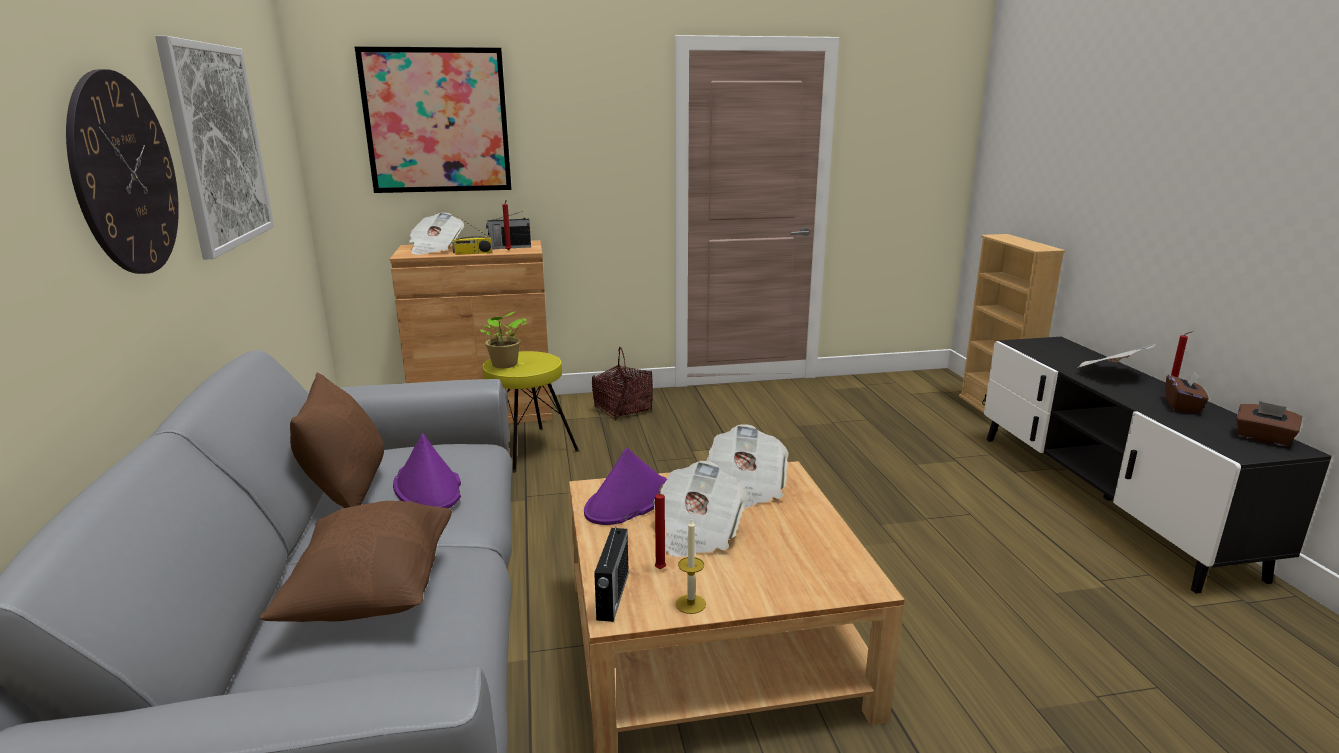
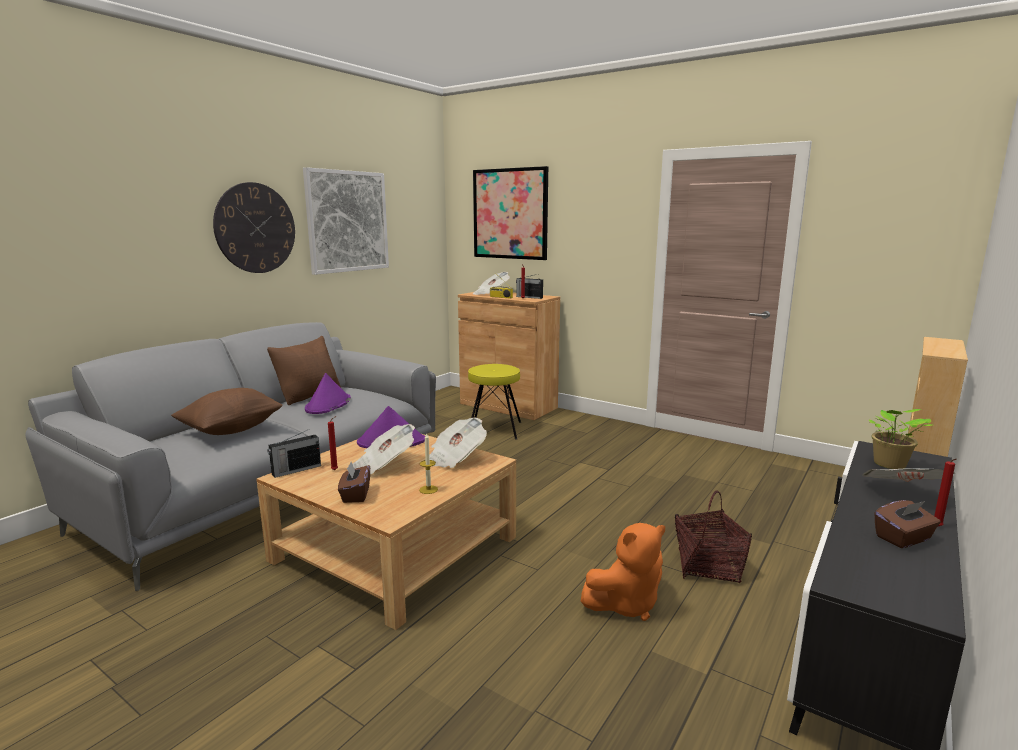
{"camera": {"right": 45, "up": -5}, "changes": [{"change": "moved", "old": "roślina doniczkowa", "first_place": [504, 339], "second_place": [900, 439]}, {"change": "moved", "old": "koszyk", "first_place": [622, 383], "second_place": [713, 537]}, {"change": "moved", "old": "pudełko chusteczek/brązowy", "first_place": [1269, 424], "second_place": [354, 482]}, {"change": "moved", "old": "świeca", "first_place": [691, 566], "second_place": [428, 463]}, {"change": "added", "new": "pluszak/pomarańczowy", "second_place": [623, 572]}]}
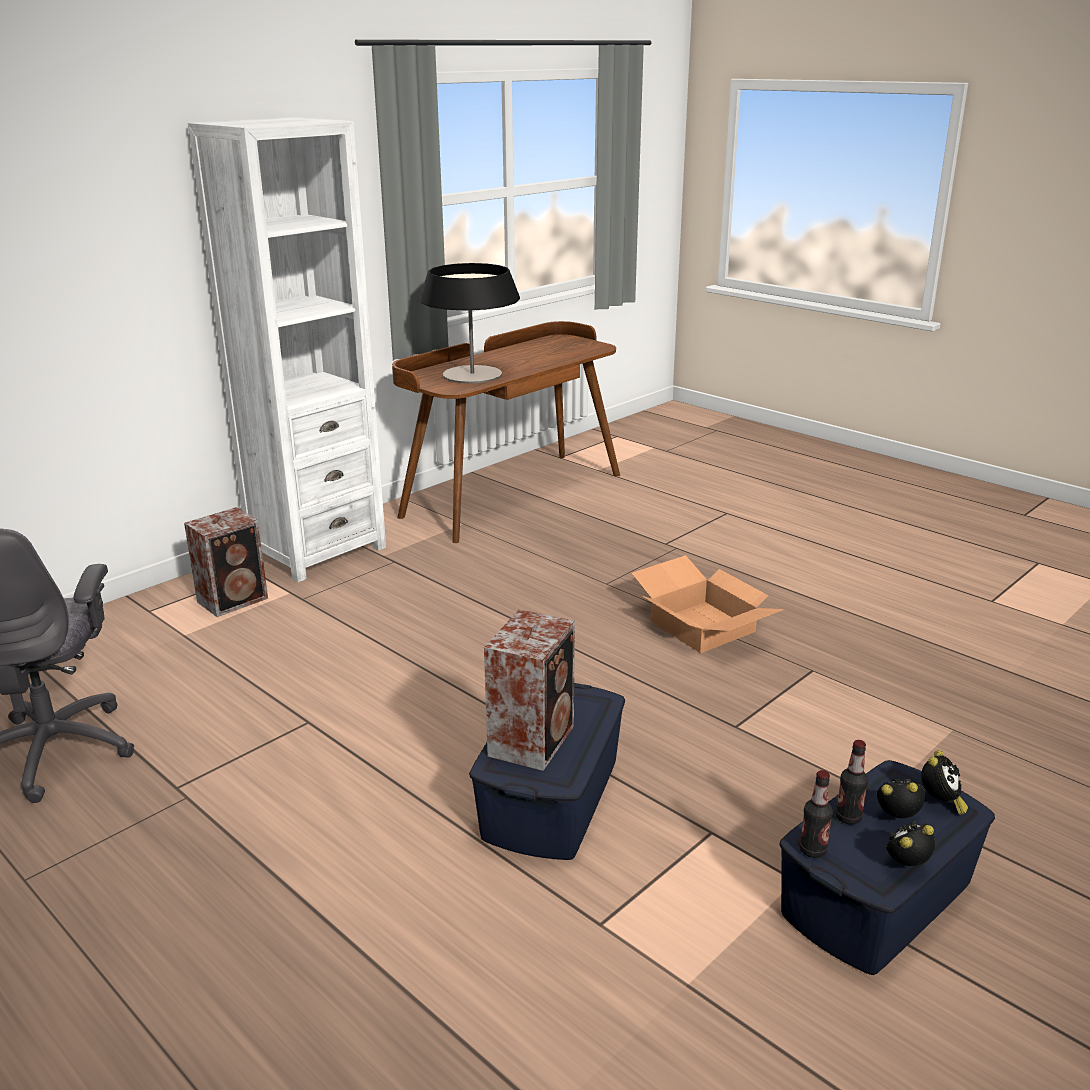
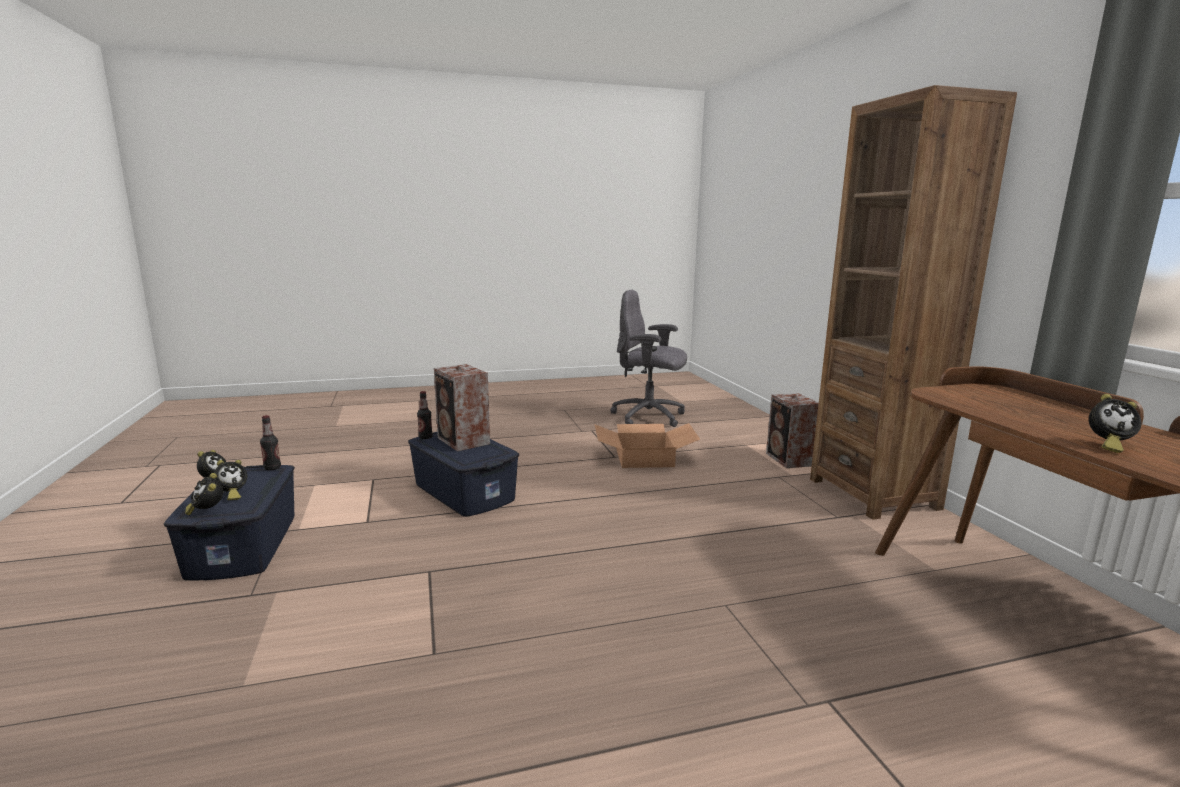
{"camera": {"right": 120, "up": -10}, "changes": [{"change": "recoloured", "old": "regał/biały", "new": "regał/brązowy", "first_place": [287, 349], "second_place": [913, 302]}, {"change": "removed", "old": "lampa stołowa", "first_place": [470, 323]}, {"change": "moved", "old": "karton", "first_place": [708, 604], "second_place": [647, 445]}, {"change": "moved", "old": "butelka", "first_place": [851, 782], "second_place": [425, 415]}, {"change": "added", "new": "budzik", "second_place": [1115, 423]}]}
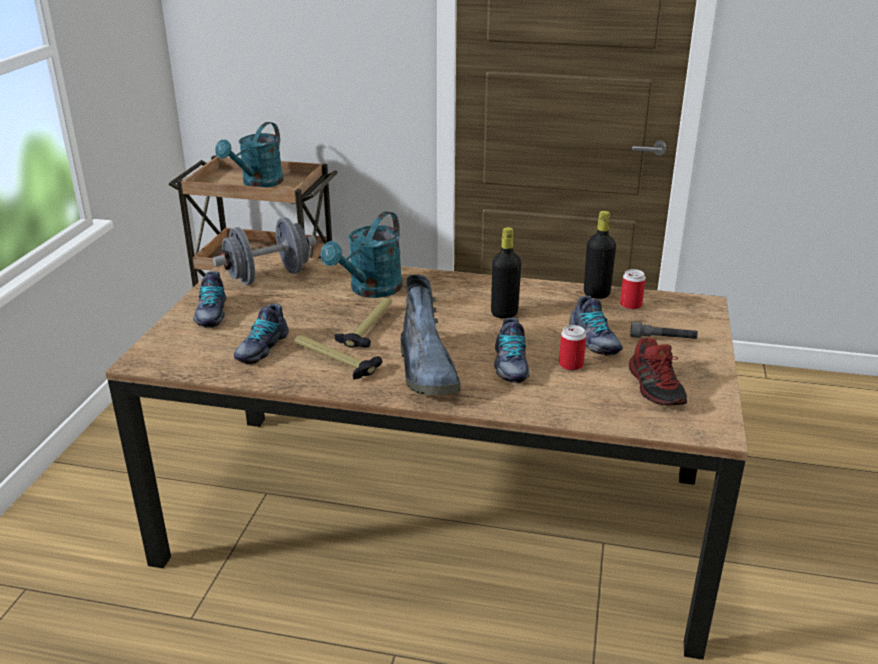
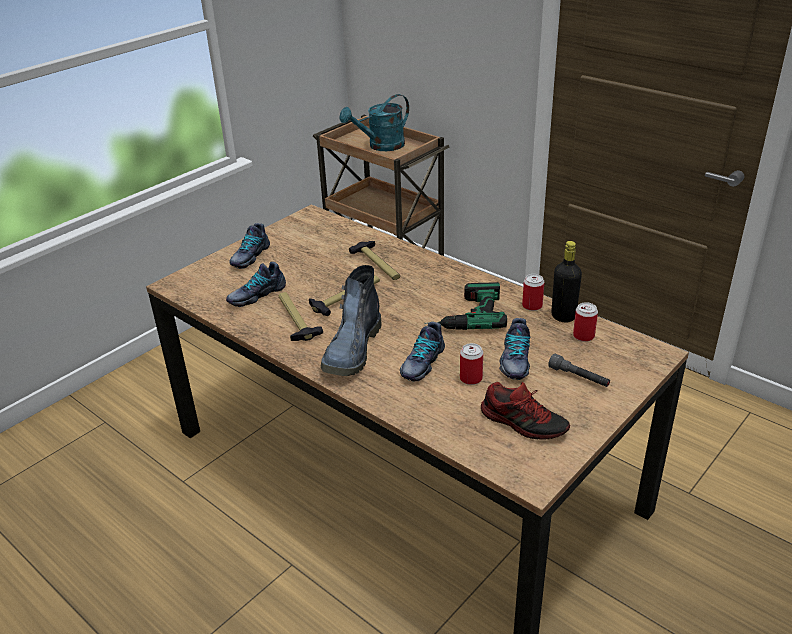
{"camera": {"right": 30, "up": 5}, "changes": [{"change": "replaced", "old": "konewka/turkusowy", "new": "młotek", "first_place": [361, 254], "second_place": [374, 260]}, {"change": "removed", "old": "hantel/szary", "first_place": [264, 251]}, {"change": "replaced", "old": "butelka/czarny", "new": "wiertarka", "first_place": [506, 273], "second_place": [465, 306]}, {"change": "turned", "old": "but", "first_place": [658, 371], "second_place": [525, 411], "degrees": -75}, {"change": "added", "new": "puszka", "second_place": [533, 292]}]}
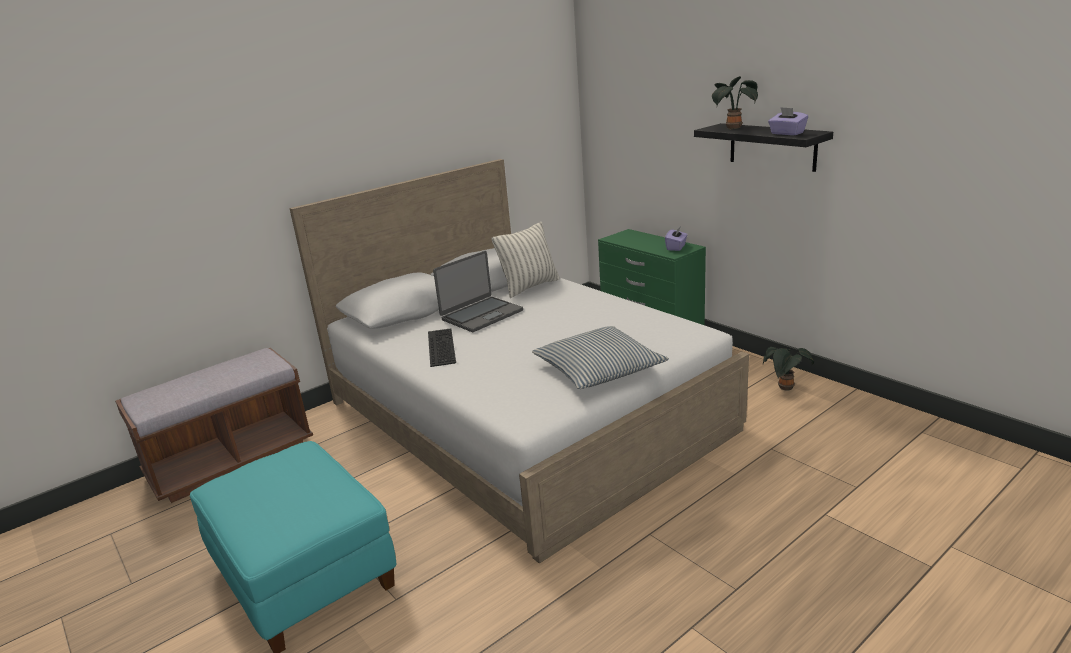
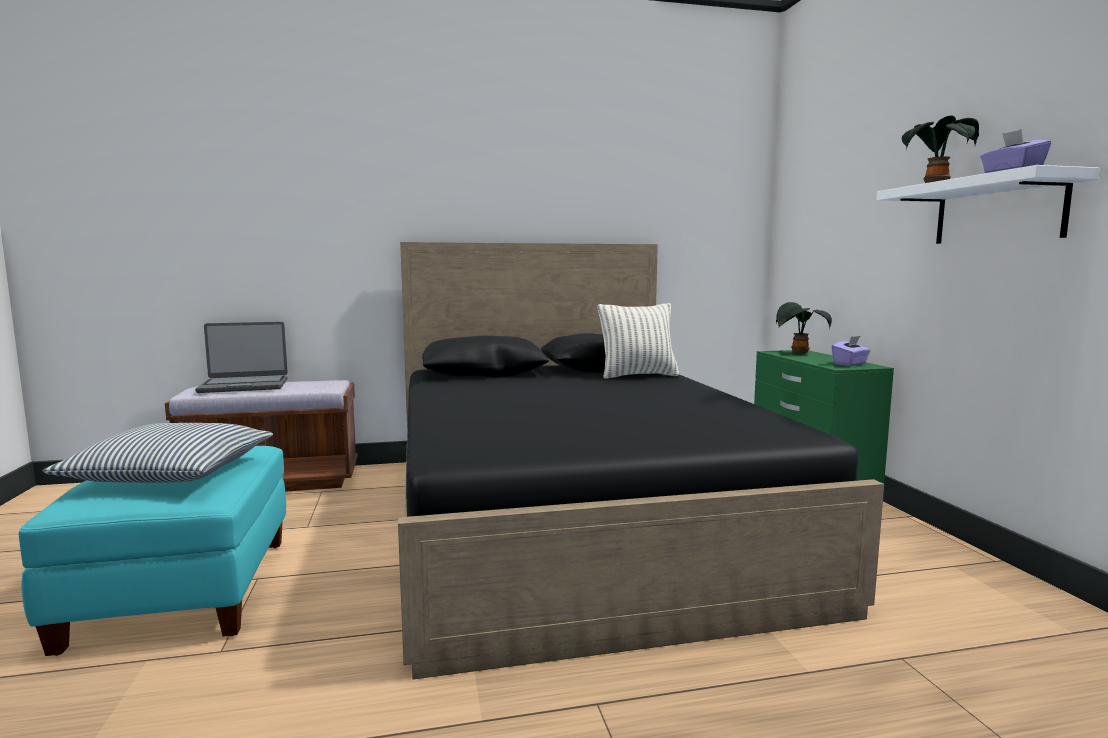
{"camera": {"right": 25, "up": -15}, "changes": [{"change": "recoloured", "old": "półka/czarny", "new": "półka/biały", "first_place": [763, 147], "second_place": [988, 204]}, {"change": "recoloured", "old": "łóżko/biały", "new": "łóżko/czarny", "first_place": [519, 361], "second_place": [641, 460]}, {"change": "moved", "old": "laptop", "first_place": [478, 291], "second_place": [241, 357]}, {"change": "moved", "old": "poduszka", "first_place": [600, 357], "second_place": [158, 453]}, {"change": "removed", "old": "klawiatura", "first_place": [442, 347]}, {"change": "moved", "old": "roślina doniczkowa", "first_place": [788, 369], "second_place": [804, 328]}]}
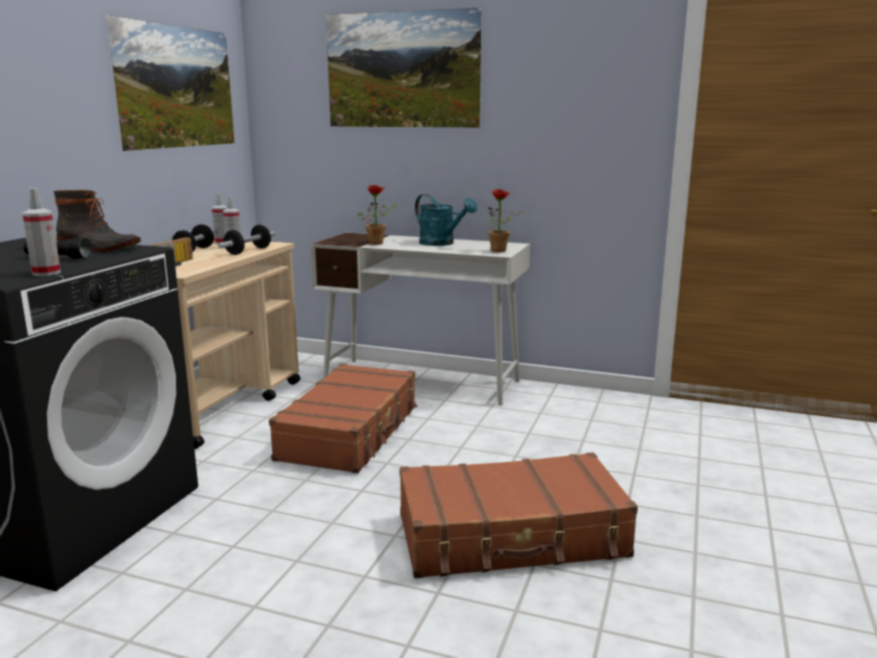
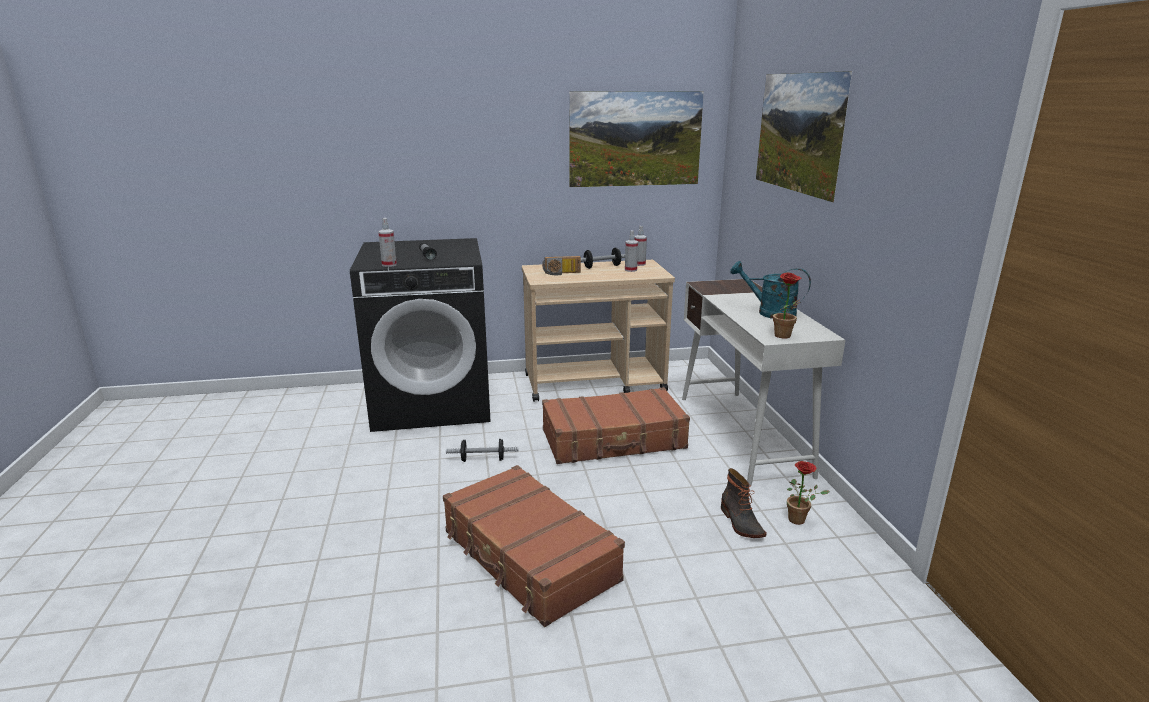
{"camera": {"right": 60, "up": 5}, "changes": [{"change": "moved", "old": "roślina doniczkowa", "first_place": [377, 215], "second_place": [808, 493]}, {"change": "moved", "old": "but z cholewką", "first_place": [97, 221], "second_place": [744, 503]}, {"change": "turned", "old": "konewka/turkusowy", "first_place": [446, 220], "second_place": [770, 290], "degrees": 105}, {"change": "moved", "old": "hantel", "first_place": [246, 240], "second_place": [482, 450]}]}
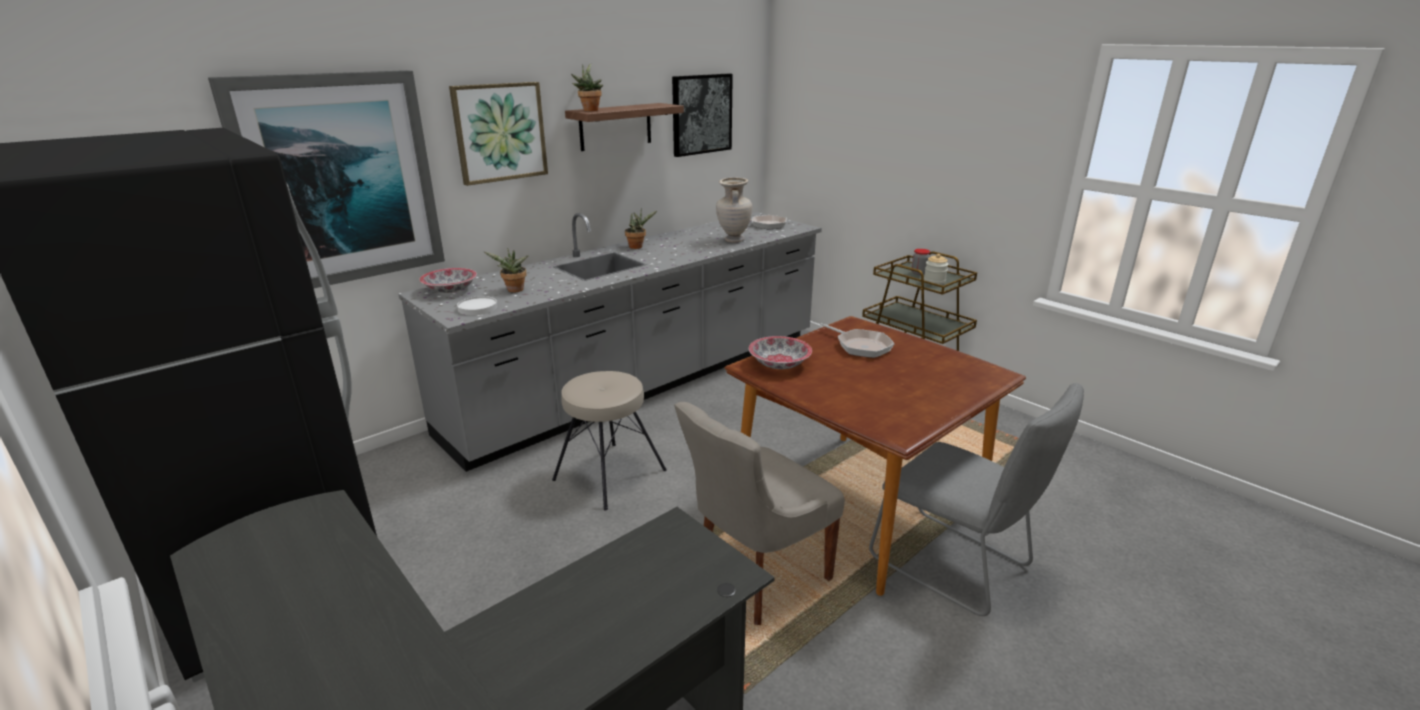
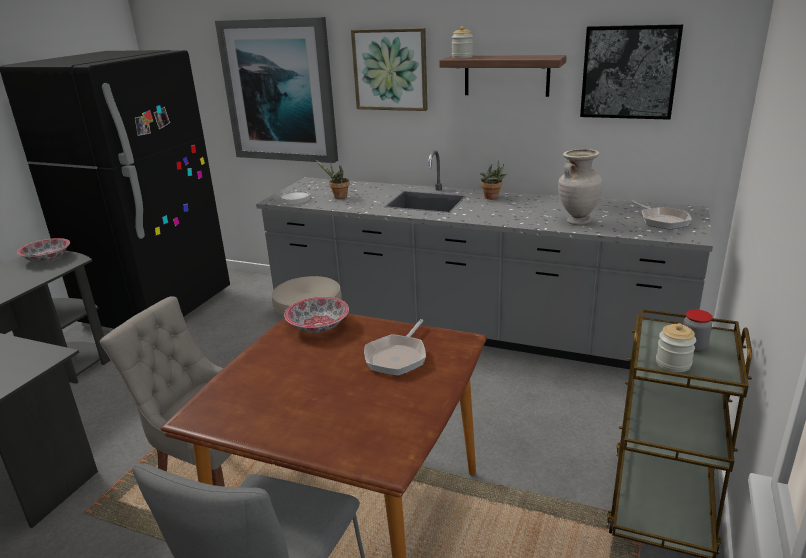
{"camera": {"right": 65, "up": 0}, "changes": [{"change": "replaced", "old": "roślina doniczkowa", "new": "słoik", "first_place": [587, 87], "second_place": [462, 42]}, {"change": "moved", "old": "miska", "first_place": [448, 280], "second_place": [43, 250]}]}
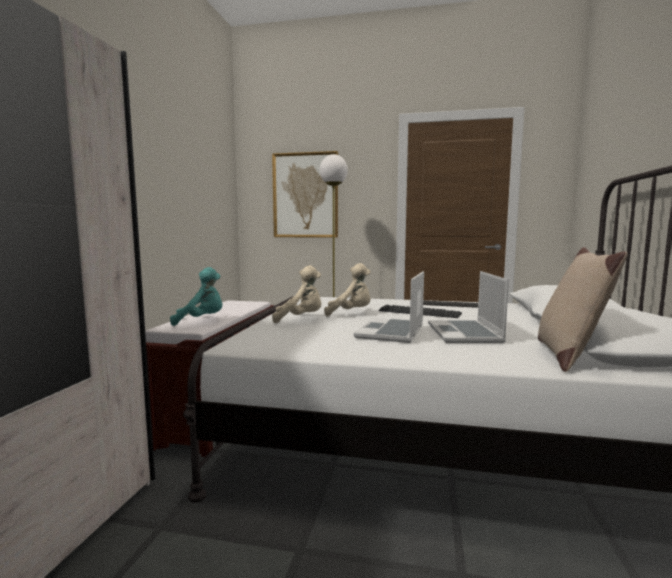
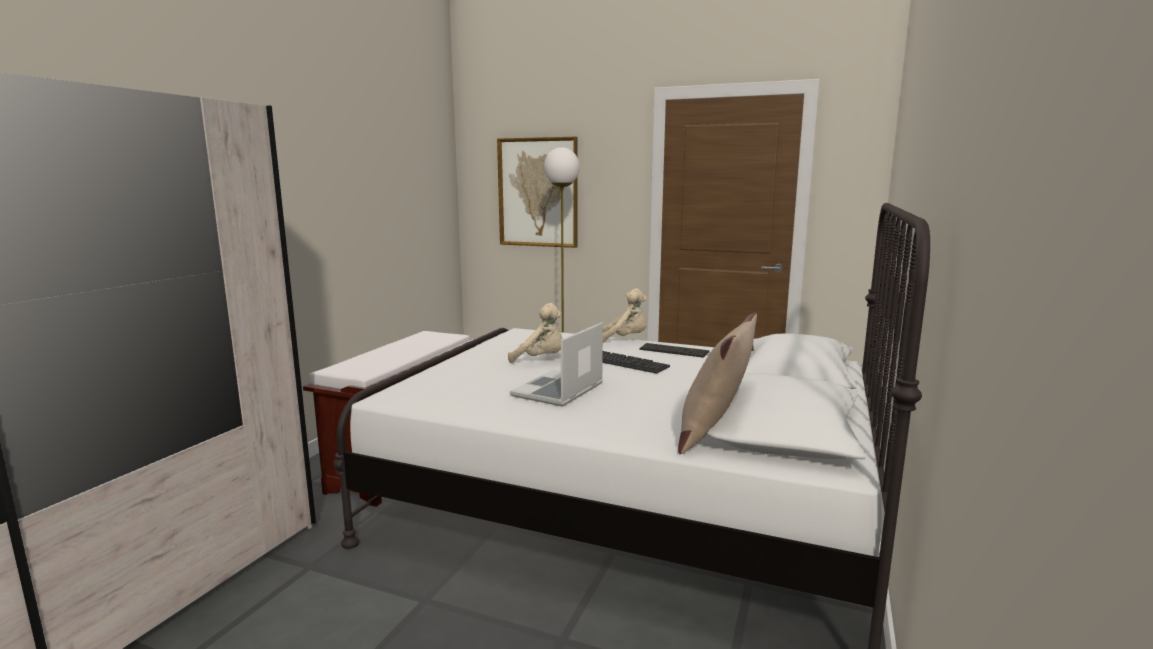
{"camera": {"right": 10, "up": 5}, "changes": [{"change": "moved", "old": "pluszak/beżowy", "first_place": [296, 294], "second_place": [625, 315]}, {"change": "removed", "old": "pluszak/turkusowy", "first_place": [196, 296]}, {"change": "removed", "old": "laptop", "first_place": [468, 307]}]}
